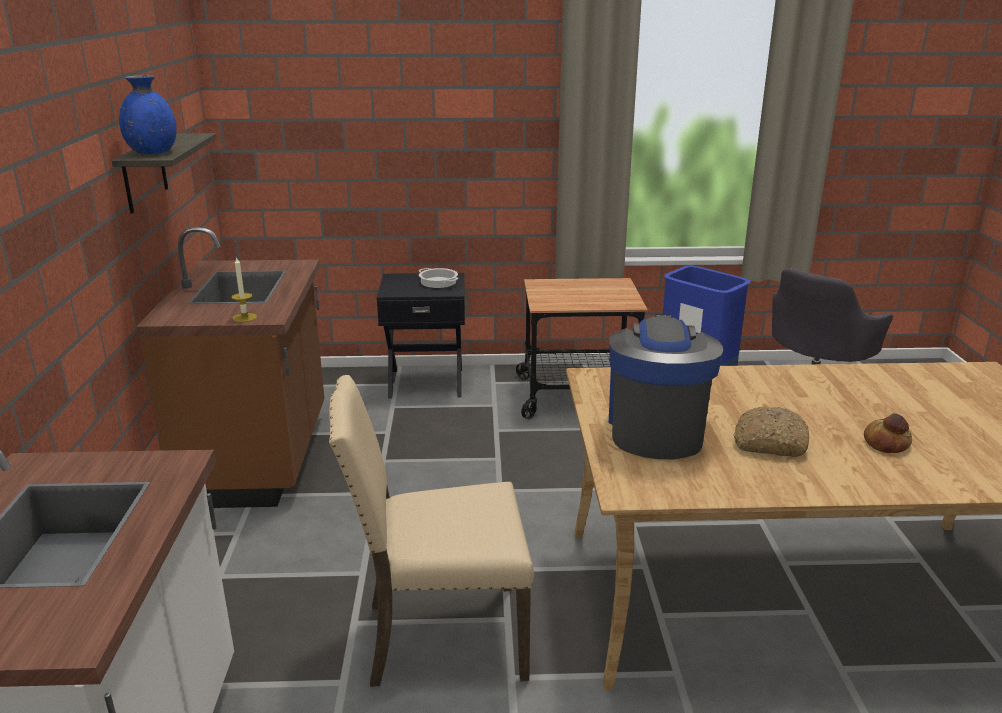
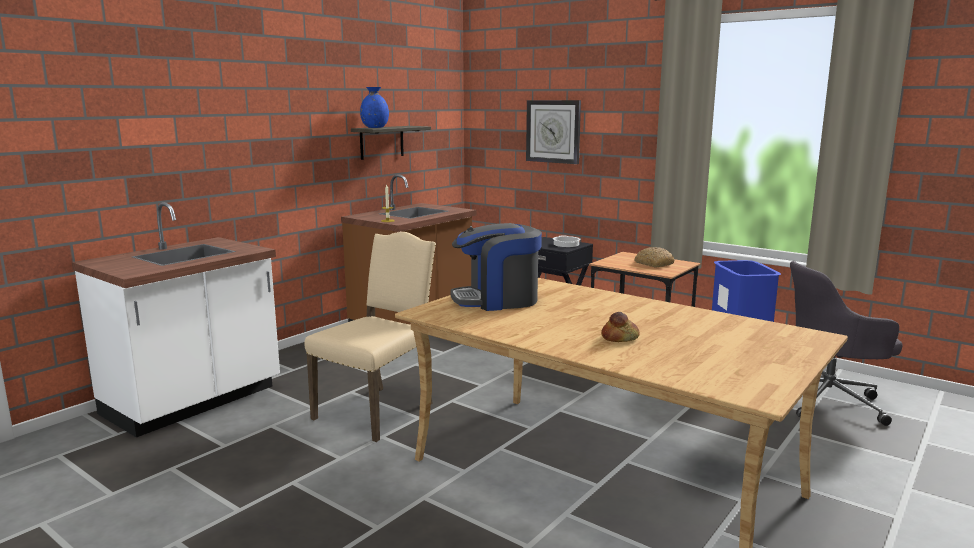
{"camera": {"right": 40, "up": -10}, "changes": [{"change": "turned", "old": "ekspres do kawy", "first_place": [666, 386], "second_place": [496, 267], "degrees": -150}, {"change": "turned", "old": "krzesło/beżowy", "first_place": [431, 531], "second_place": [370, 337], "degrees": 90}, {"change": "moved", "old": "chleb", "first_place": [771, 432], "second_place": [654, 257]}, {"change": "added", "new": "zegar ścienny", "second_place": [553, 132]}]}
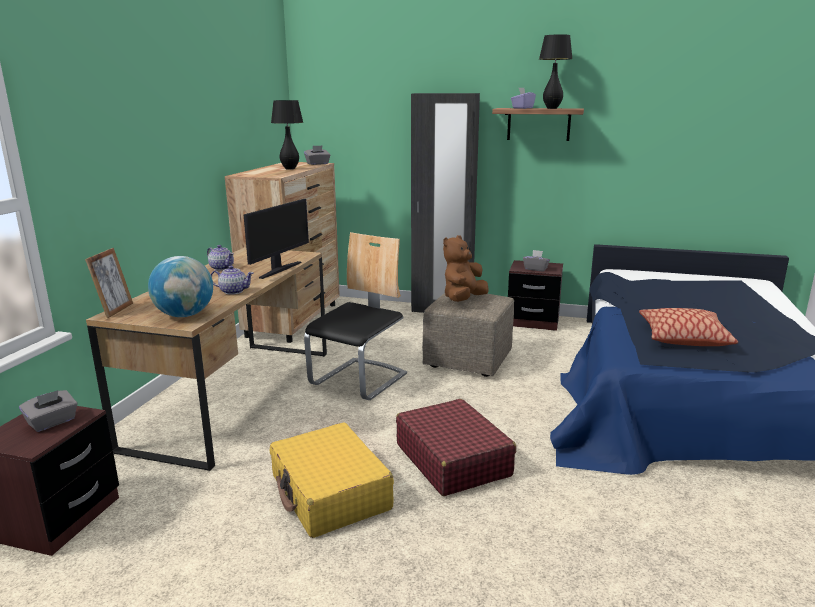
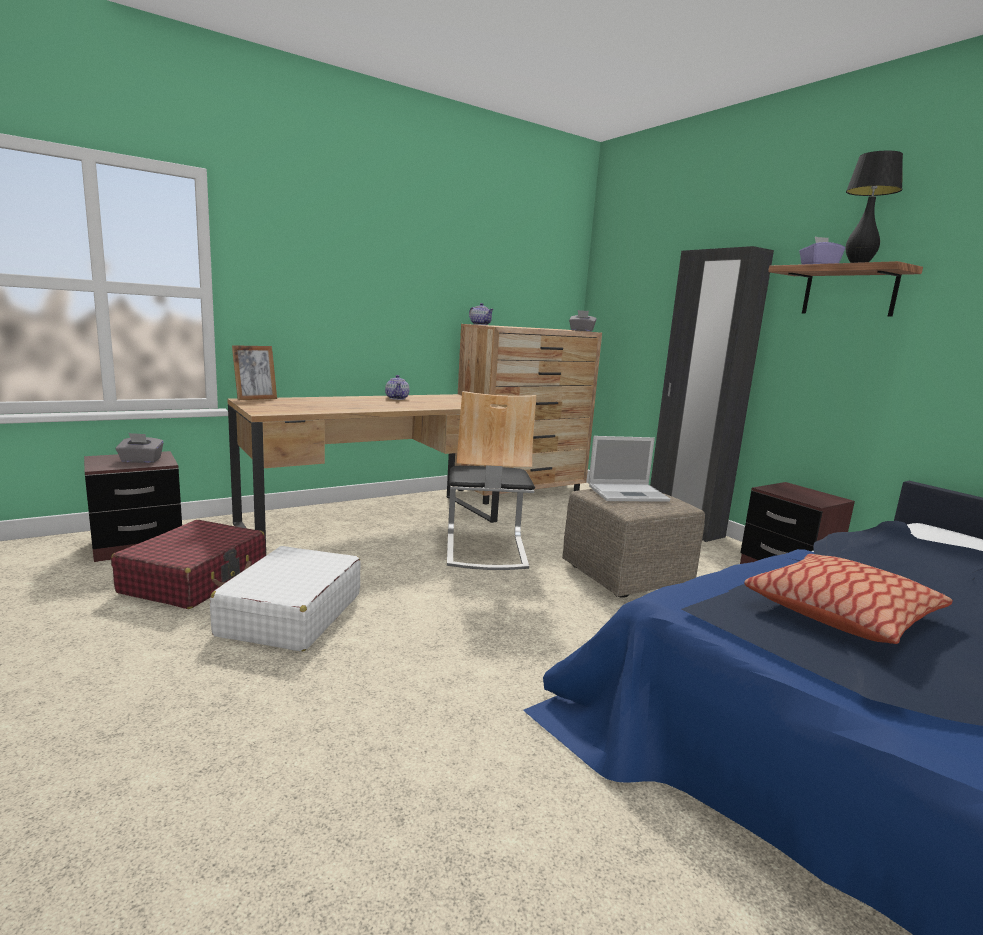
{"camera": {"right": 40, "up": -5}, "changes": [{"change": "removed", "old": "lampa stołowa/czarny", "first_place": [287, 135]}, {"change": "removed", "old": "monitor", "first_place": [276, 239]}, {"change": "turned", "old": "krzesło", "first_place": [355, 316], "second_place": [491, 480], "degrees": 105}, {"change": "replaced", "old": "pluszak/brązowy", "new": "laptop", "first_place": [466, 268], "second_place": [629, 469]}, {"change": "removed", "old": "pudełko chusteczek/szary", "first_place": [536, 260]}, {"change": "removed", "old": "globus", "first_place": [180, 286]}, {"change": "moved", "old": "imbryk", "first_place": [232, 280], "second_place": [481, 314]}, {"change": "moved", "old": "walizka/czerwony", "first_place": [456, 447], "second_place": [188, 564]}, {"change": "recoloured", "old": "walizka/żółty", "new": "walizka/biały", "first_place": [332, 480], "second_place": [285, 599]}]}
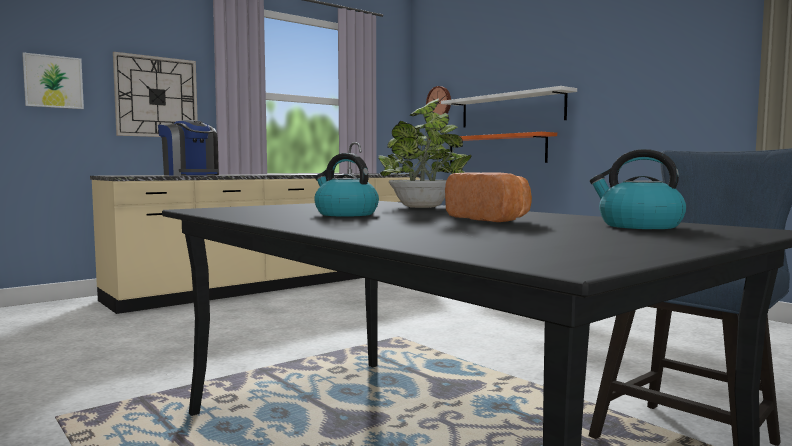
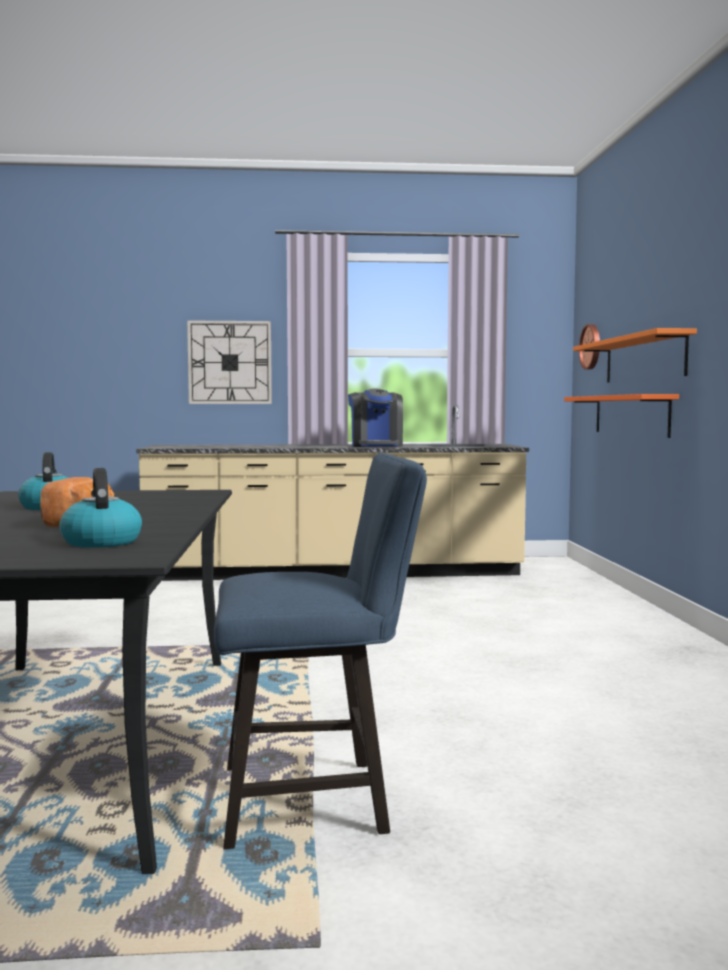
{"camera": {"right": 35, "up": 0}, "changes": [{"change": "removed", "old": "obraz", "first_place": [53, 80]}, {"change": "recoloured", "old": "półka/biały", "new": "półka/pomarańczowy", "first_place": [509, 107], "second_place": [635, 355]}, {"change": "removed", "old": "roślina doniczkowa", "first_place": [425, 153]}, {"change": "moved", "old": "ekspres do kawy", "first_place": [188, 147], "second_place": [375, 418]}]}
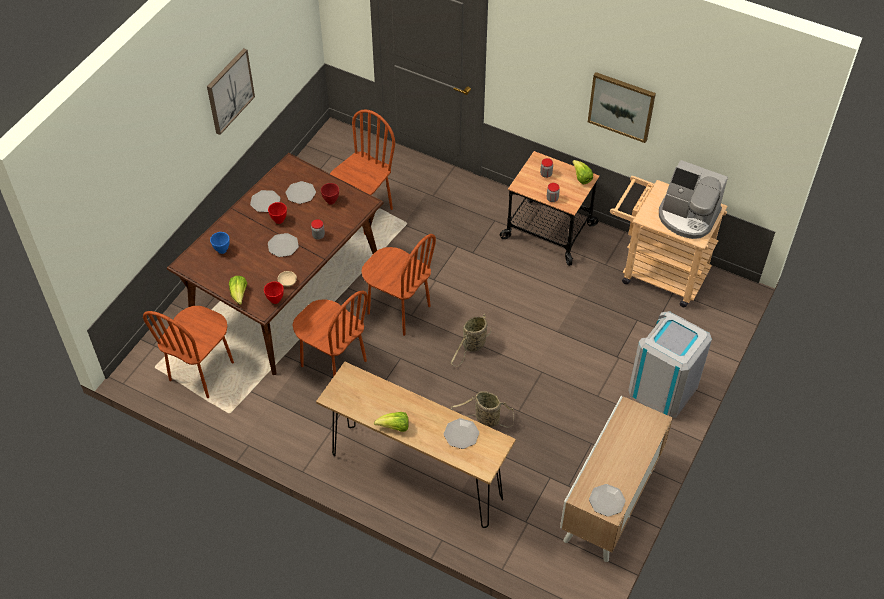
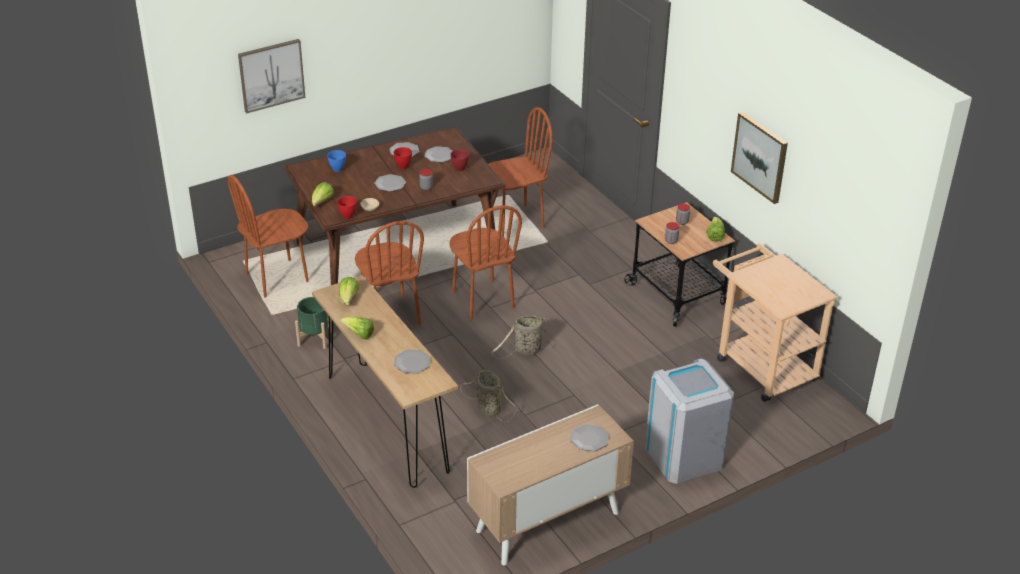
{"camera": {"right": 30, "up": -15}, "changes": [{"change": "moved", "old": "obraz", "first_place": [231, 91], "second_place": [271, 76]}, {"change": "removed", "old": "ekspres do kawy", "first_place": [693, 199]}, {"change": "moved", "old": "talerz", "first_place": [607, 500], "second_place": [589, 437]}, {"change": "added", "new": "sałata", "second_place": [349, 291]}, {"change": "added", "new": "donica/zielony", "second_place": [313, 323]}]}
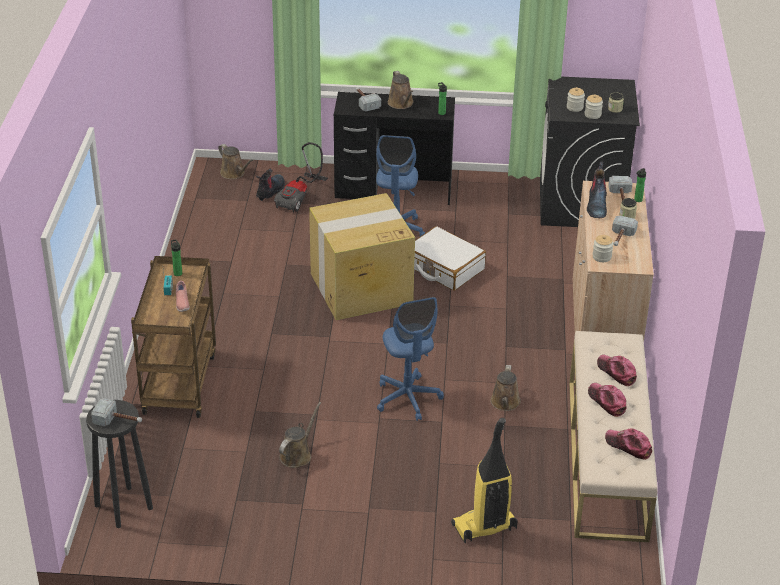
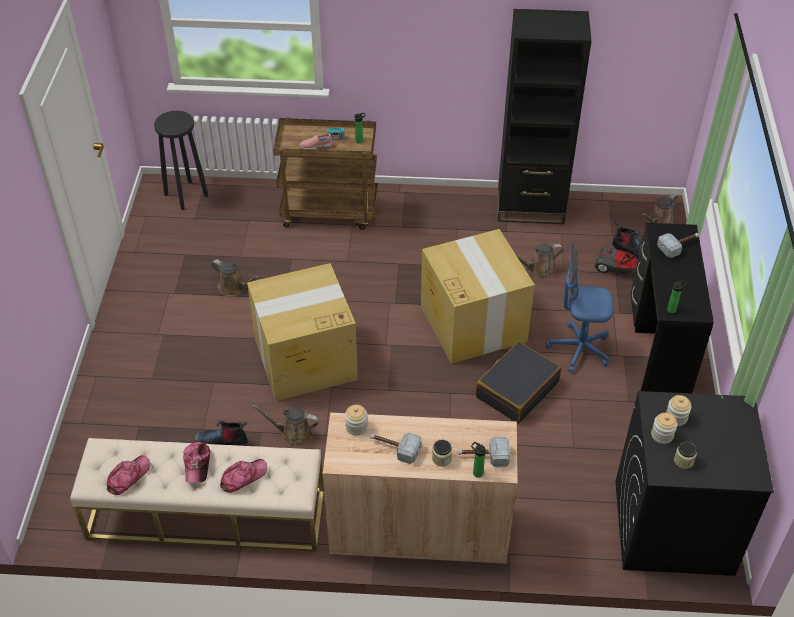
{"camera": {"right": 90, "up": 10}, "changes": [{"change": "moved", "old": "konewka/brązowy", "first_place": [401, 90], "second_place": [540, 260]}, {"change": "moved", "old": "but z cholewką", "first_place": [597, 189], "second_place": [221, 433]}, {"change": "recoloured", "old": "walizka/biały", "new": "walizka/czarny", "first_place": [450, 258], "second_place": [518, 382]}, {"change": "replaced", "old": "krzesło biurowe/niebieski", "new": "karton", "first_place": [410, 359], "second_place": [302, 332]}, {"change": "turned", "old": "czapka z daszkiem", "first_place": [607, 400], "second_place": [196, 462], "degrees": 120}, {"change": "removed", "old": "młotek", "first_place": [116, 412]}, {"change": "removed", "old": "odkurzacz", "first_place": [484, 480]}, {"change": "added", "new": "regał/czarny", "second_place": [545, 116]}]}
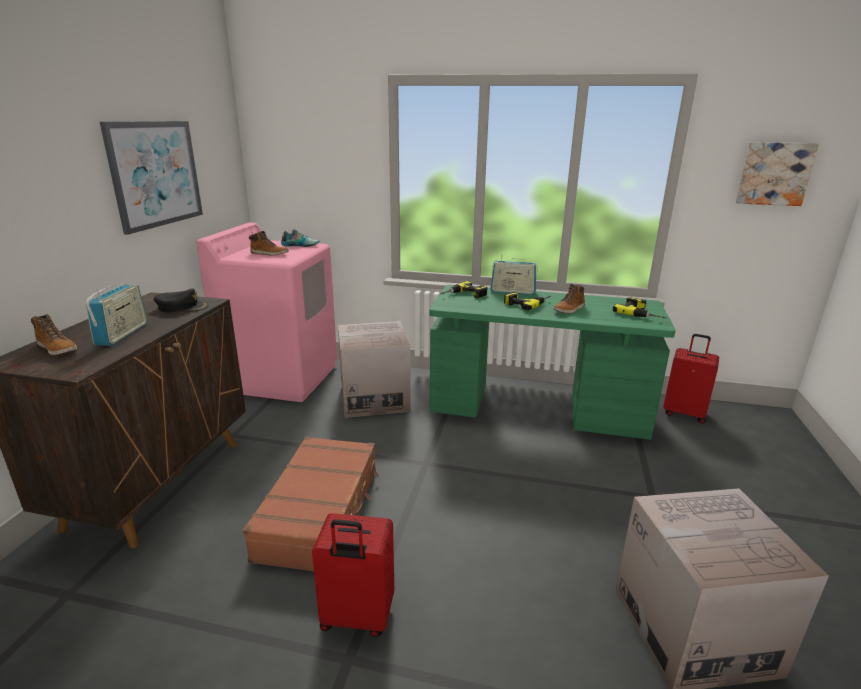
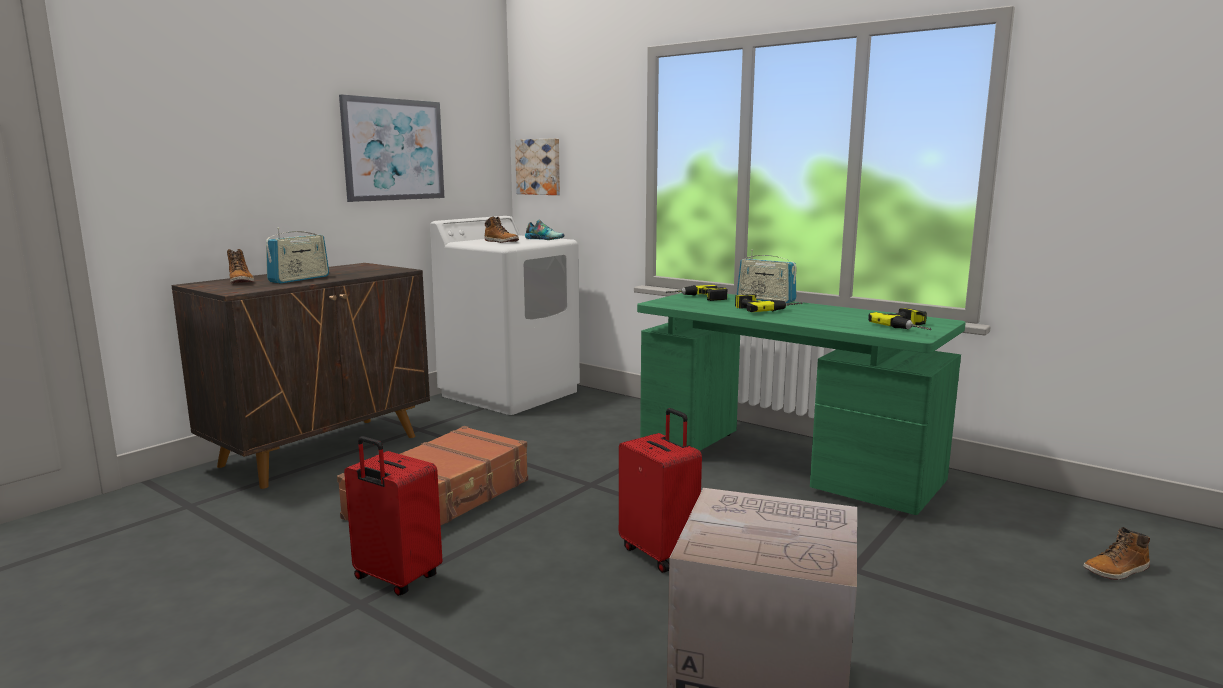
{"camera": {"right": 25, "up": -10}, "changes": [{"change": "moved", "old": "obraz", "first_place": [777, 174], "second_place": [537, 166]}, {"change": "recoloured", "old": "pralka/różowy", "new": "pralka/biały", "first_place": [266, 312], "second_place": [505, 315]}, {"change": "moved", "old": "but z cholewką", "first_place": [569, 299], "second_place": [1117, 553]}, {"change": "removed", "old": "czapka z daszkiem/czarny", "first_place": [181, 301]}, {"change": "removed", "old": "karton", "first_place": [374, 369]}, {"change": "moved", "old": "walizka/czerwony", "first_place": [691, 379], "second_place": [660, 490]}]}
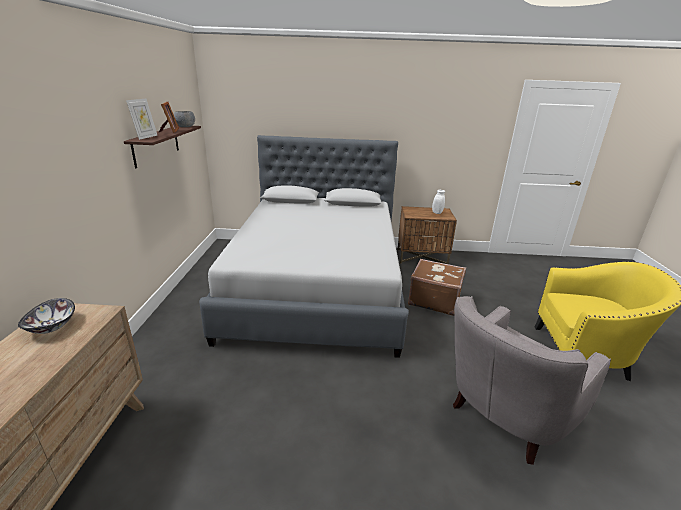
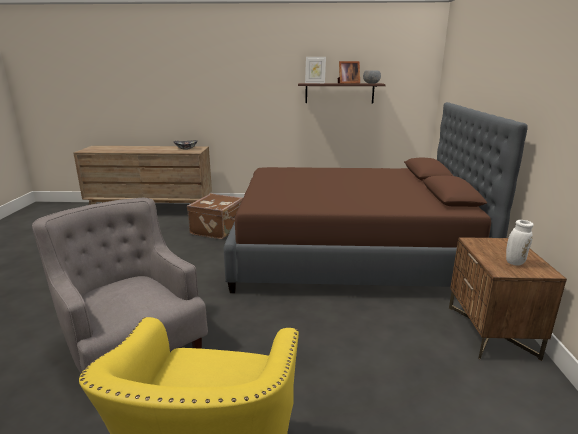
{"camera": {"right": 90, "up": -5}, "changes": [{"change": "recoloured", "old": "łóżko/szary", "new": "łóżko/brązowy", "first_place": [304, 246], "second_place": [375, 197]}, {"change": "moved", "old": "walizka/brązowy", "first_place": [437, 287], "second_place": [215, 216]}]}
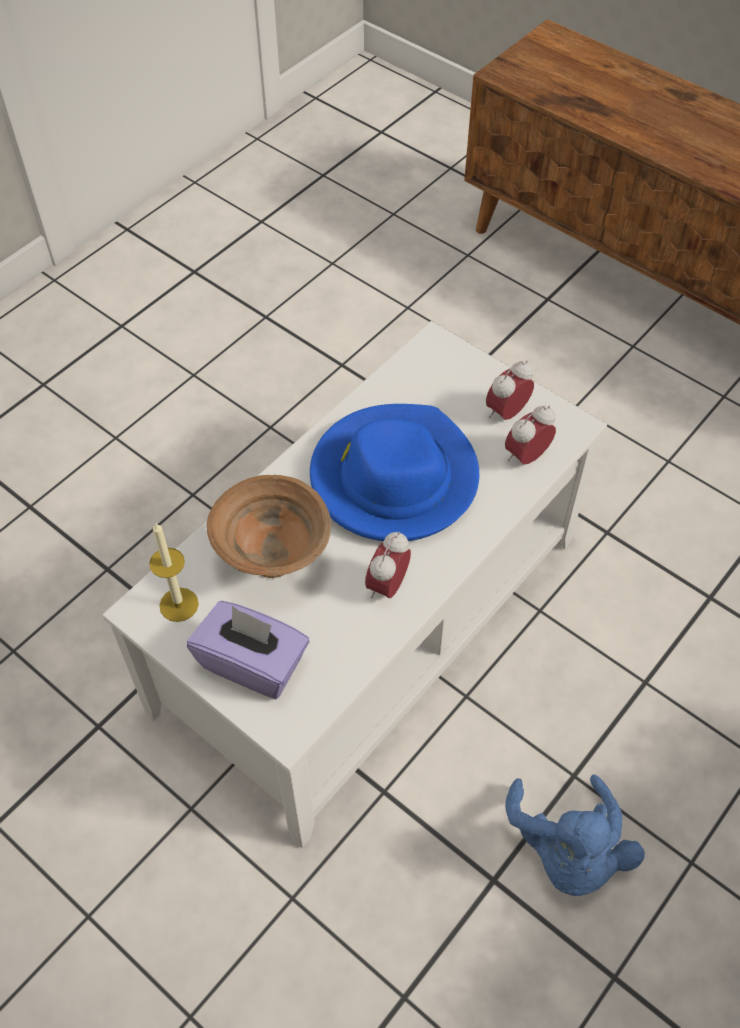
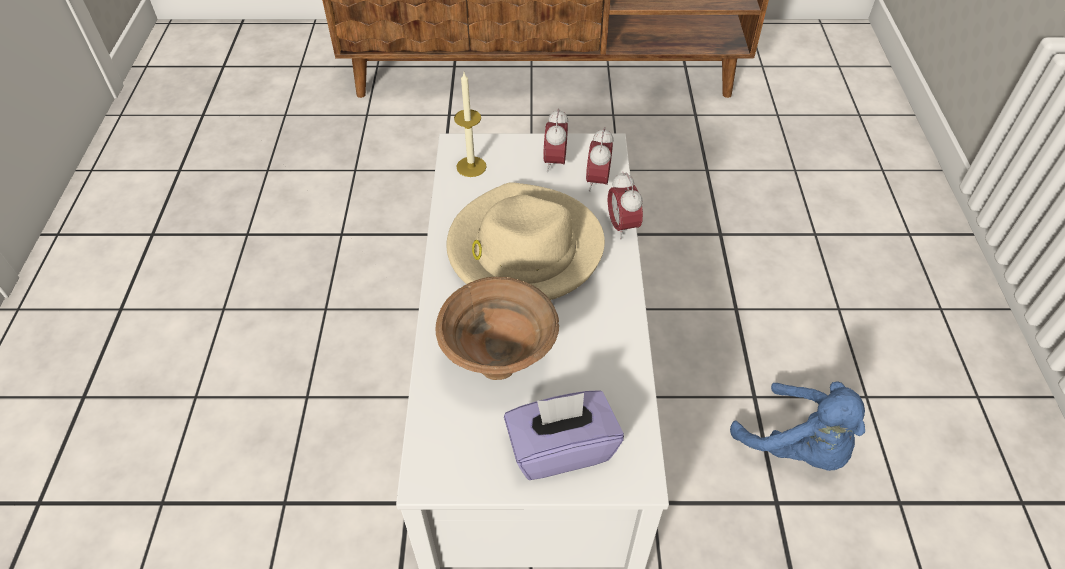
{"camera": {"right": -40, "up": -5}, "changes": [{"change": "recoloured", "old": "kapelusz/niebieski", "new": "kapelusz/beżowy", "first_place": [394, 472], "second_place": [525, 241]}, {"change": "moved", "old": "świeca", "first_place": [174, 572], "second_place": [470, 125]}, {"change": "moved", "old": "budzik", "first_place": [388, 565], "second_place": [625, 205]}]}
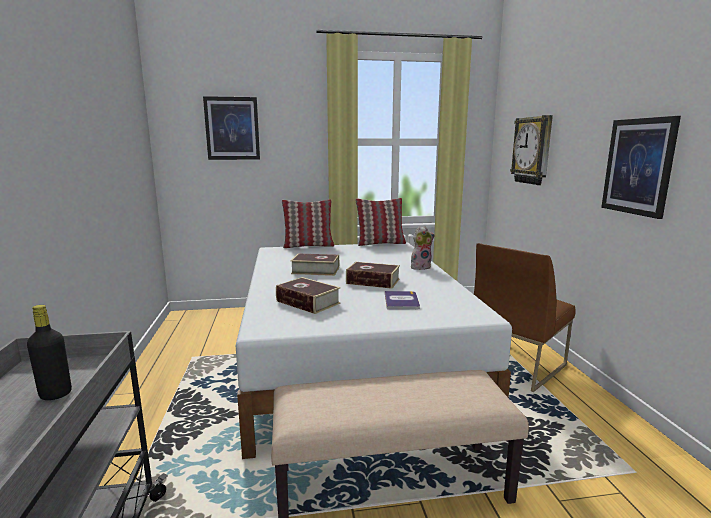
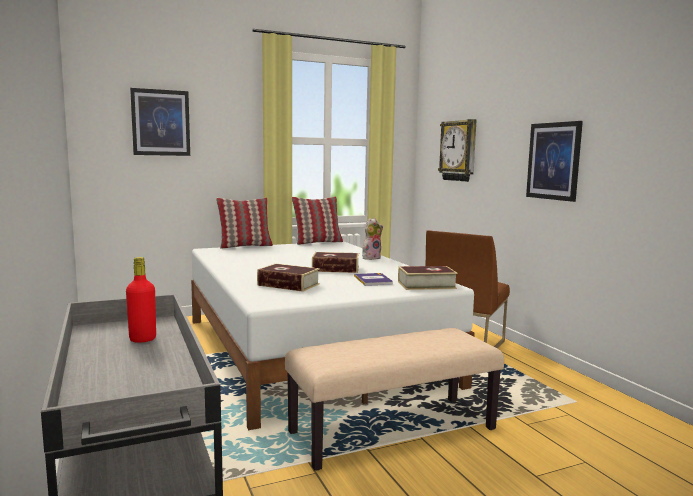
{"camera": {"right": -15, "up": -5}, "changes": [{"change": "moved", "old": "książka", "first_place": [315, 265], "second_place": [428, 278]}, {"change": "recoloured", "old": "butelka/czarny", "new": "butelka/czerwony", "first_place": [49, 352], "second_place": [141, 300]}]}
